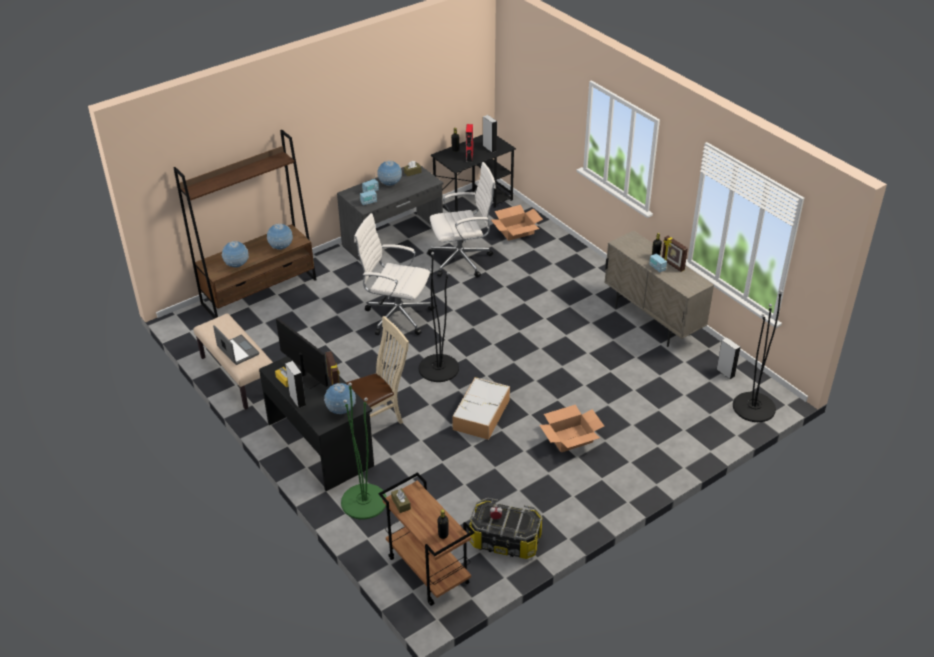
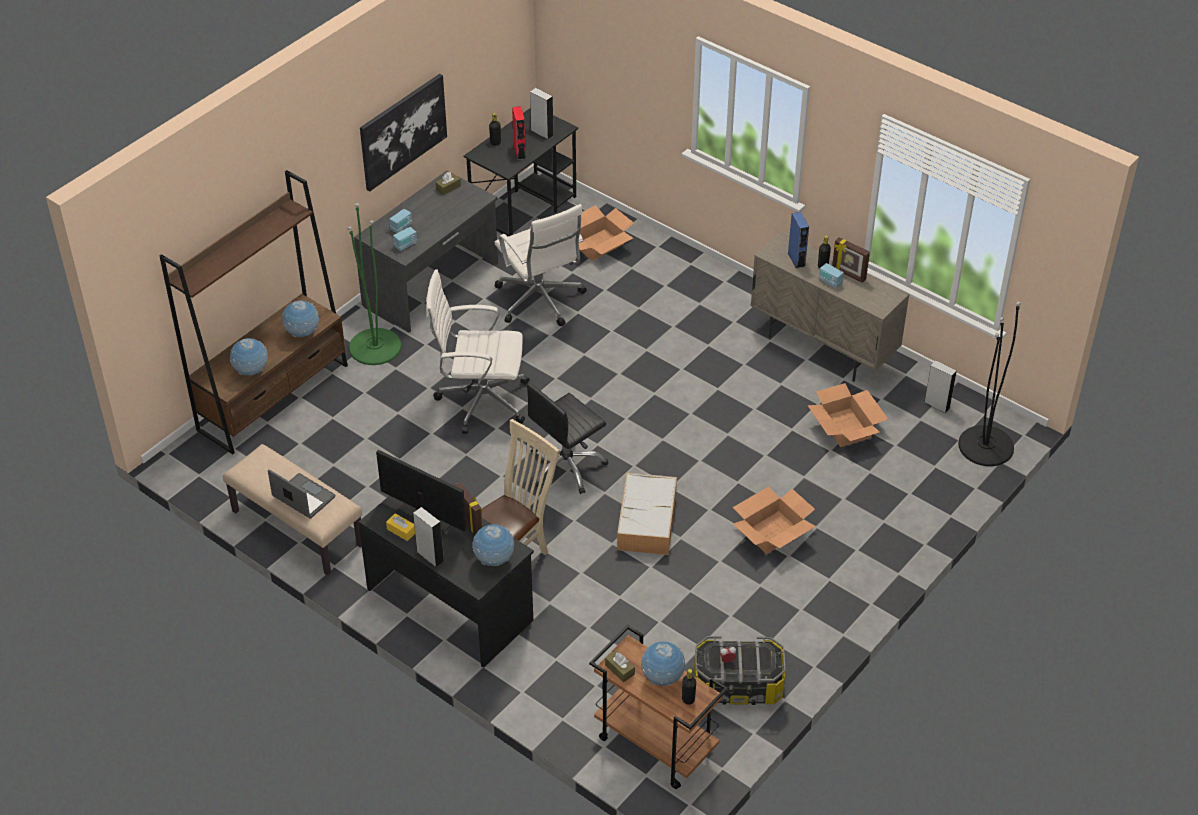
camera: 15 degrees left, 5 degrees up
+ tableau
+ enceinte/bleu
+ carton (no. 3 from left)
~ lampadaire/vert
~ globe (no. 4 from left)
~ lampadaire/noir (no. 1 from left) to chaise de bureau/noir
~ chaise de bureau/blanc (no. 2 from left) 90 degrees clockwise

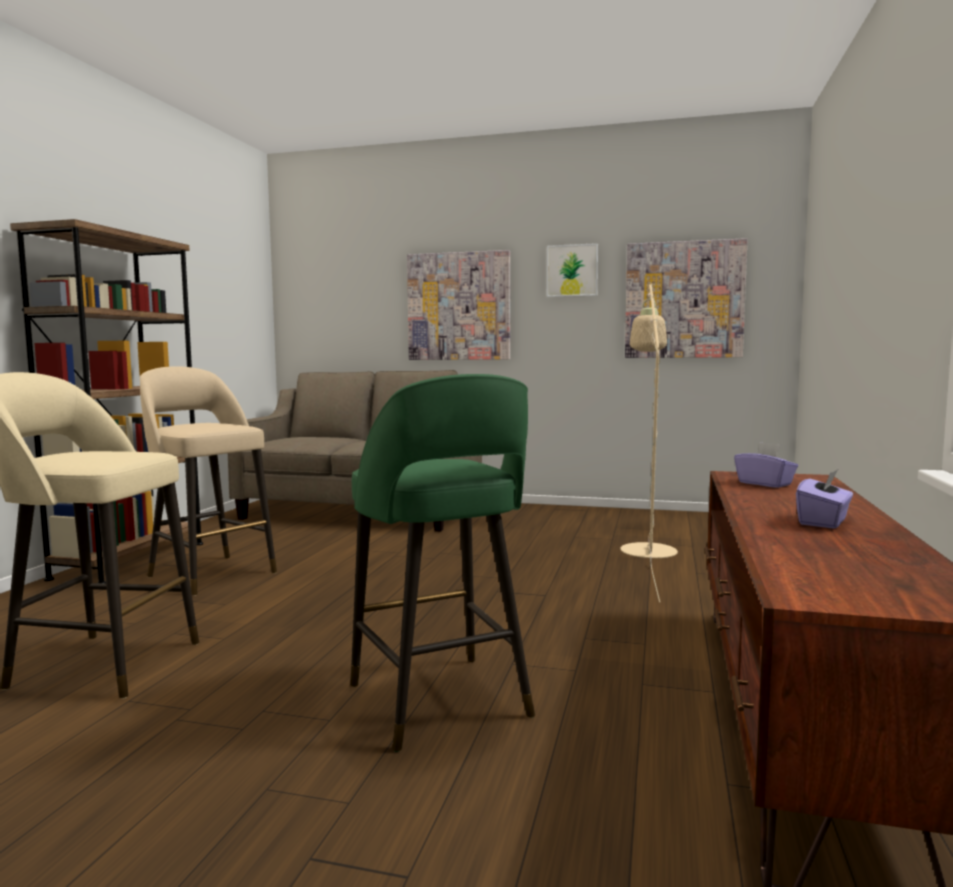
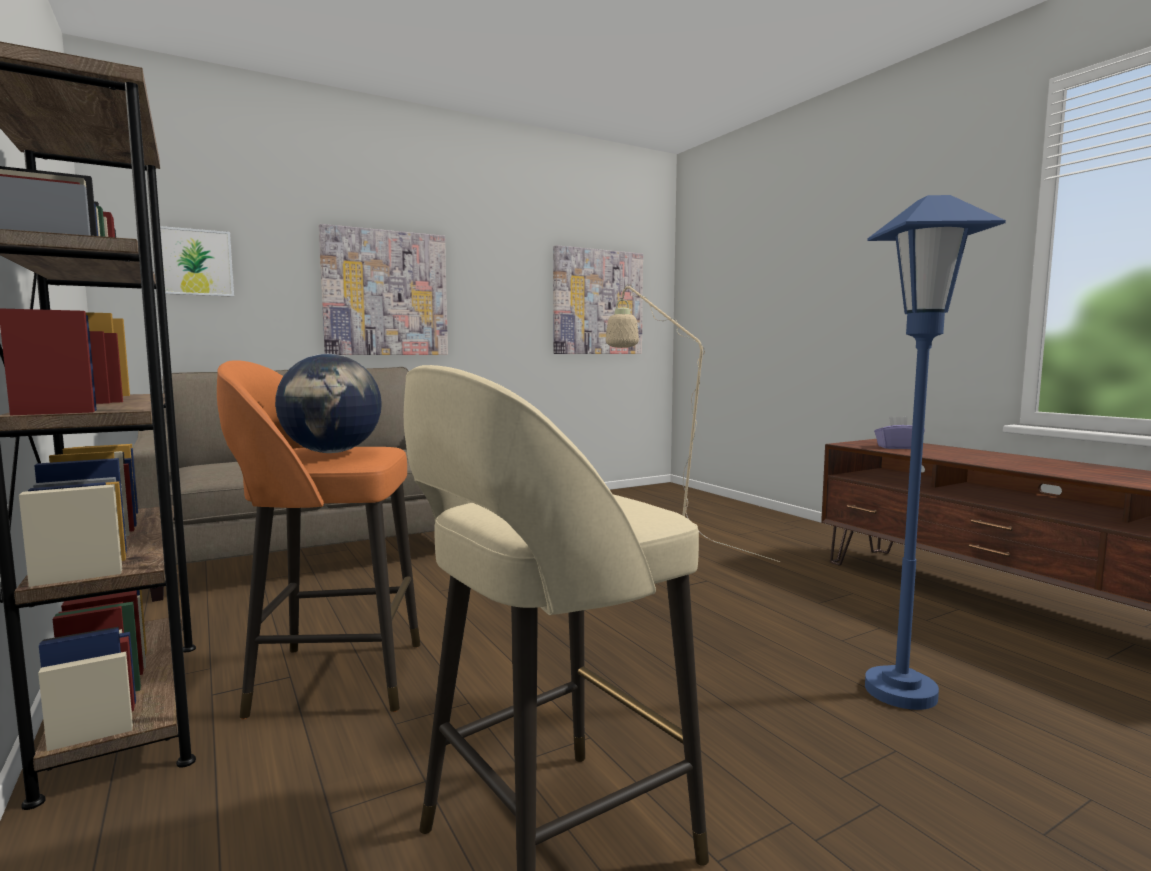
camera: 45 degrees left, 0 degrees up
- boîte à mouchoirs/violet (no. 2 from left)
+ globe
~ tableau (no. 2 from left in the first image) to tableau (no. 1 from left)
~ tabouret/vert to lampadaire/bleu
~ tabouret/beige (no. 2 from left) to tabouret/orange

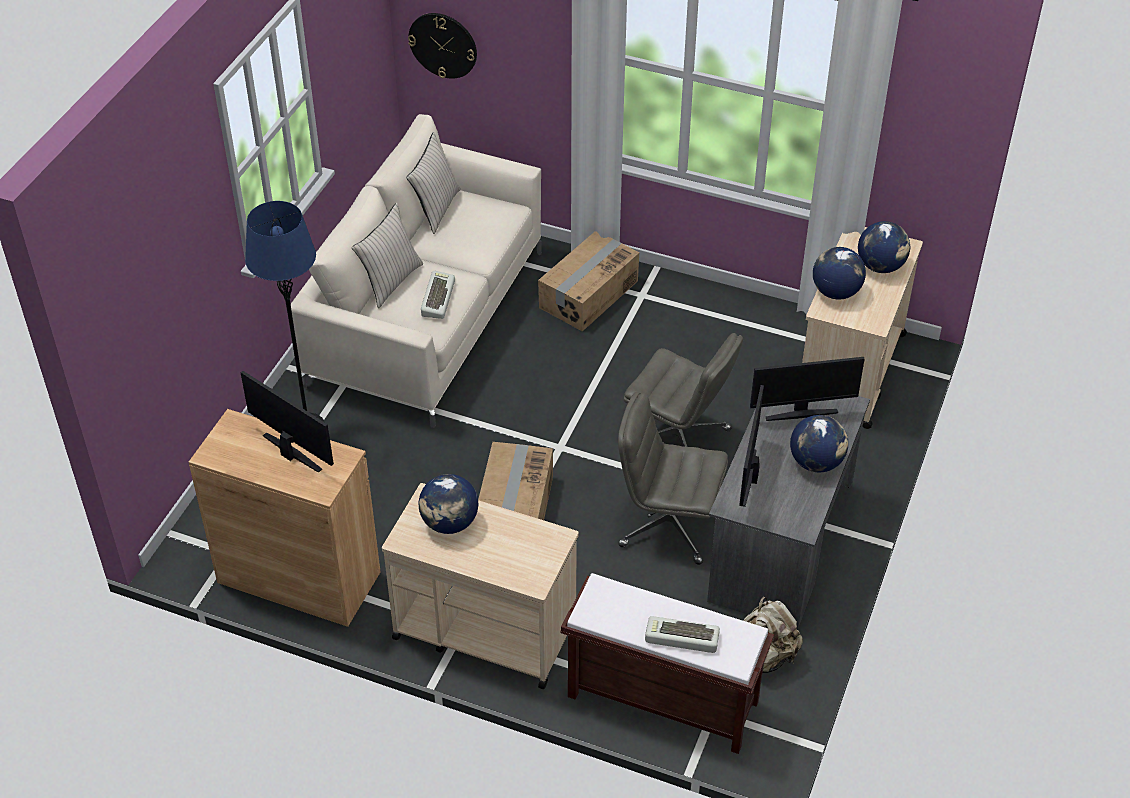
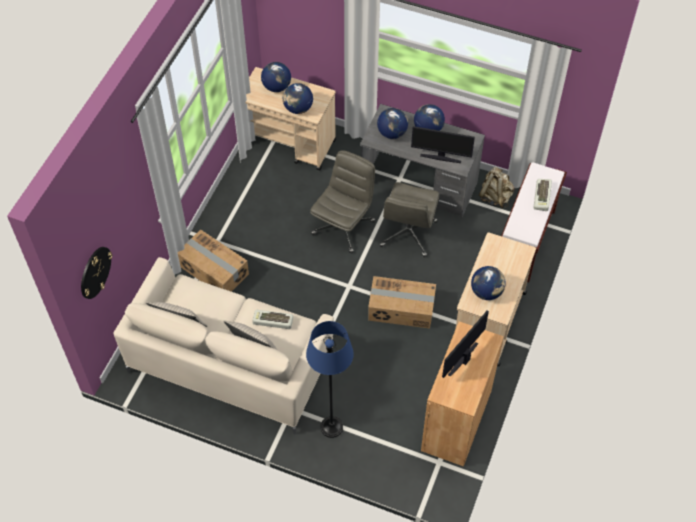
camera: 90 degrees left, 10 degrees up
~ écran d'ordinateur (no. 3 from left) to globe (no. 3 from left)

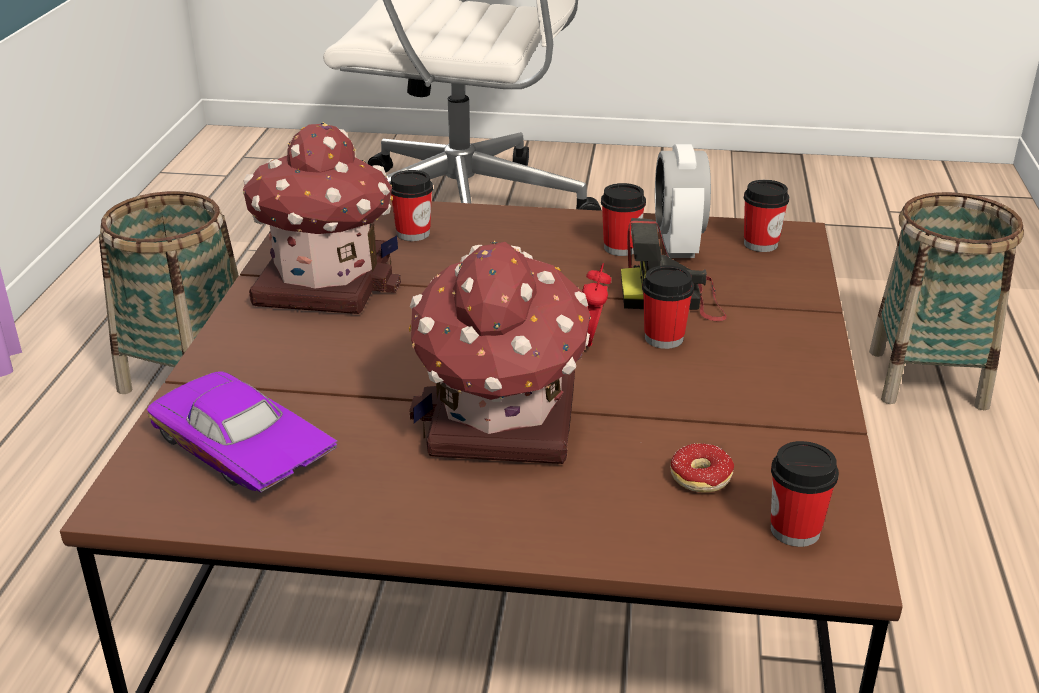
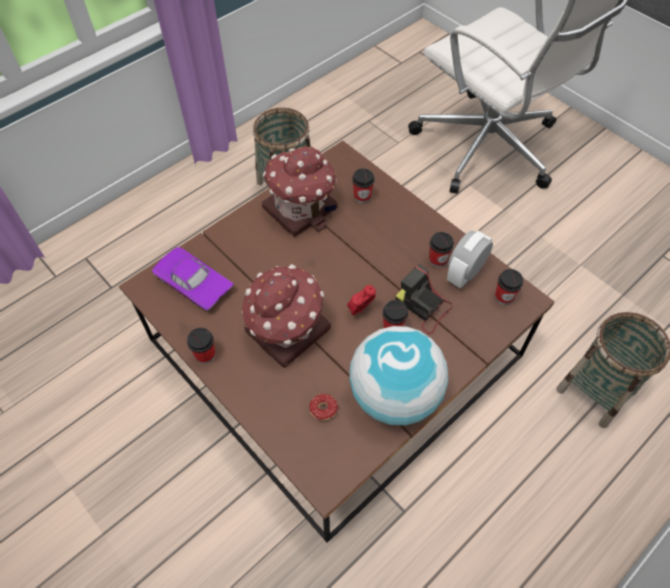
camera: 40 degrees right, 25 degrees up
+ globe
~ tasse (no. 5 from left in the first image) to tasse (no. 1 from left)
~ petite voiture/violet 45 degrees counterclockwise

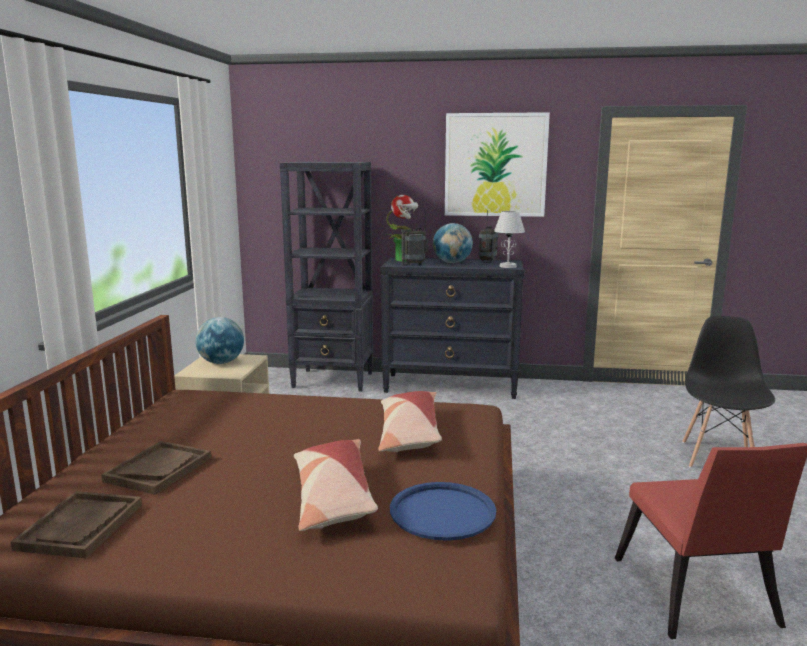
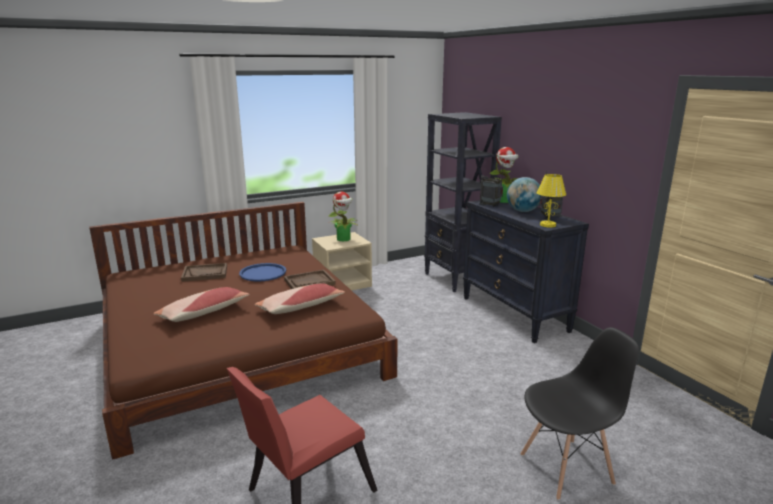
camera: 55 degrees right, 5 degrees up
- tableau
~ plateau/marron (no. 1 from left in the first image) to plateau/marron (no. 2 from left)
~ plateau/bleu
~ globe (no. 1 from left) to plante en pot (no. 1 from left)
~ lampe de table/blanc to lampe de table/jaune

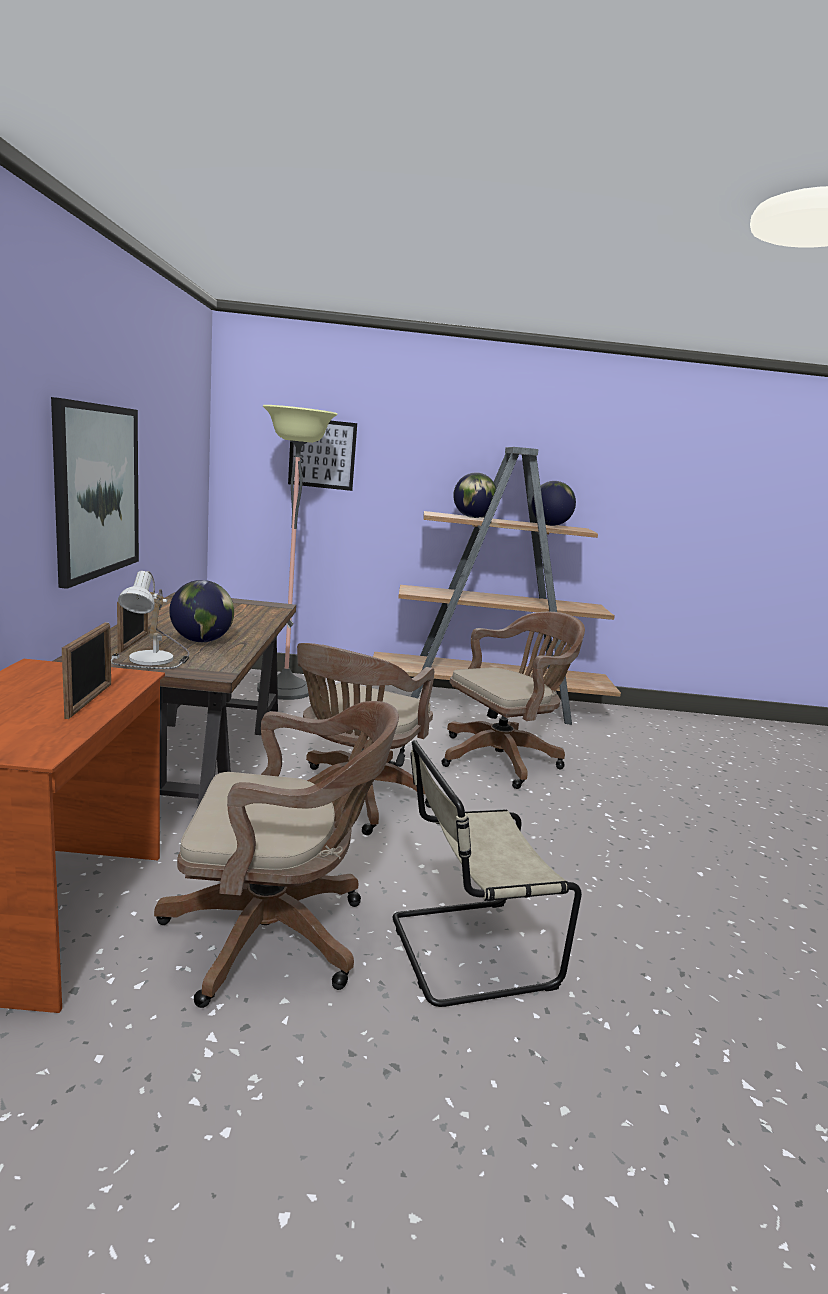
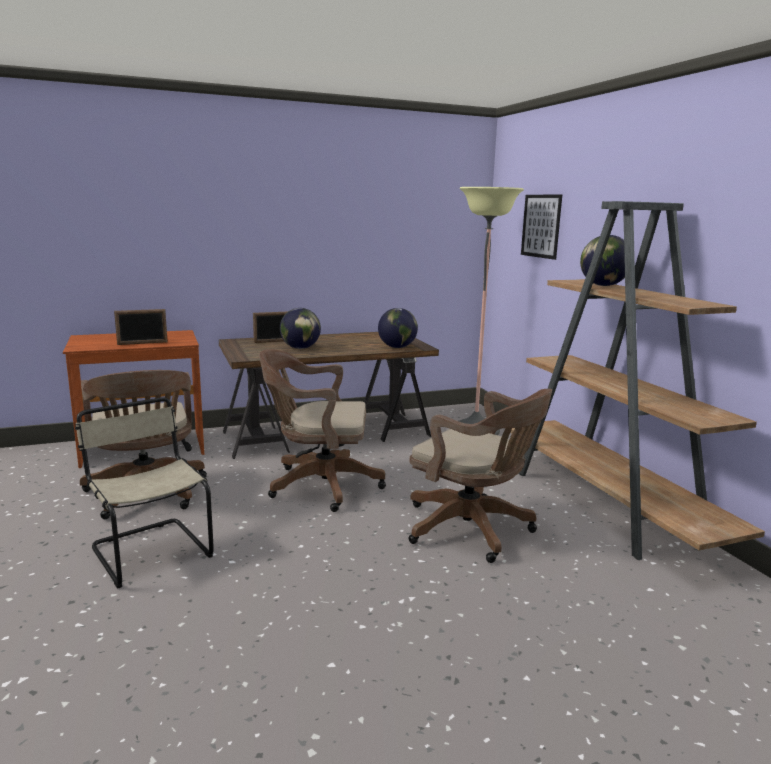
camera: 70 degrees right, 0 degrees up
- tableau (no. 1 from left)
- lampe de table
~ globe (no. 3 from left in the first image) to globe (no. 2 from left)

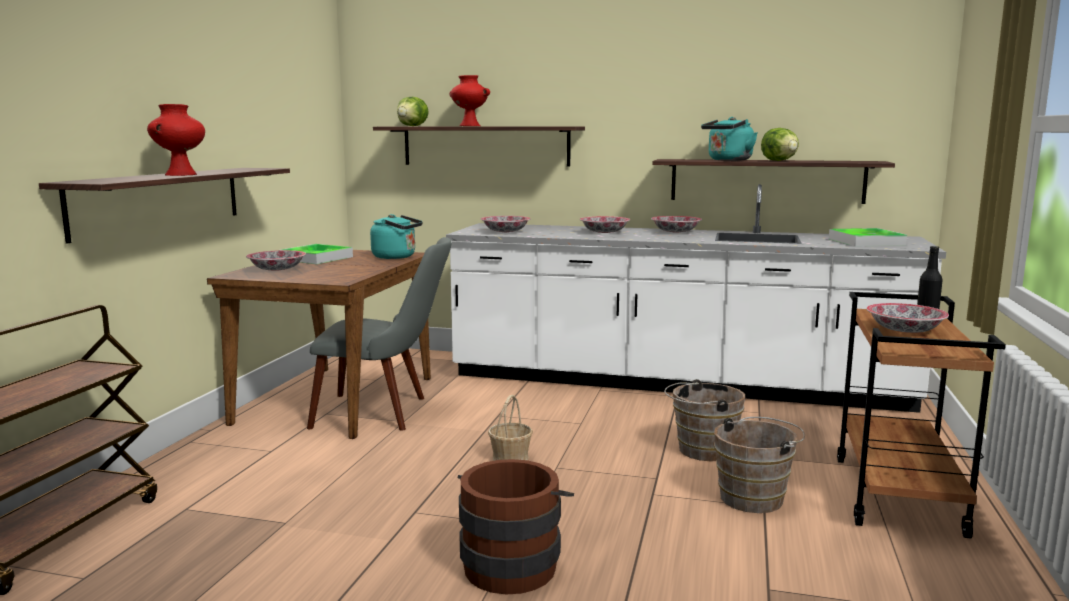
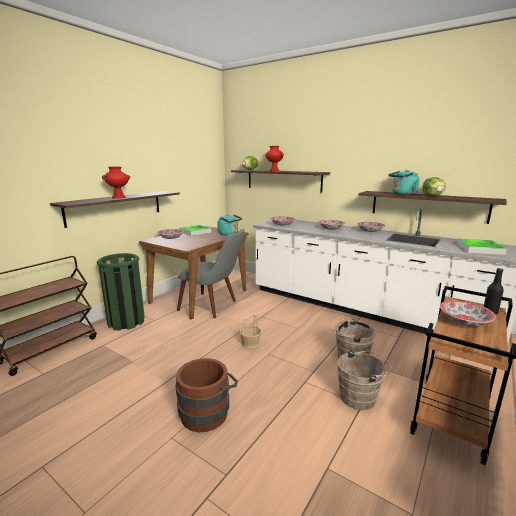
camera: 20 degrees right, 5 degrees up
+ poubelle/vert

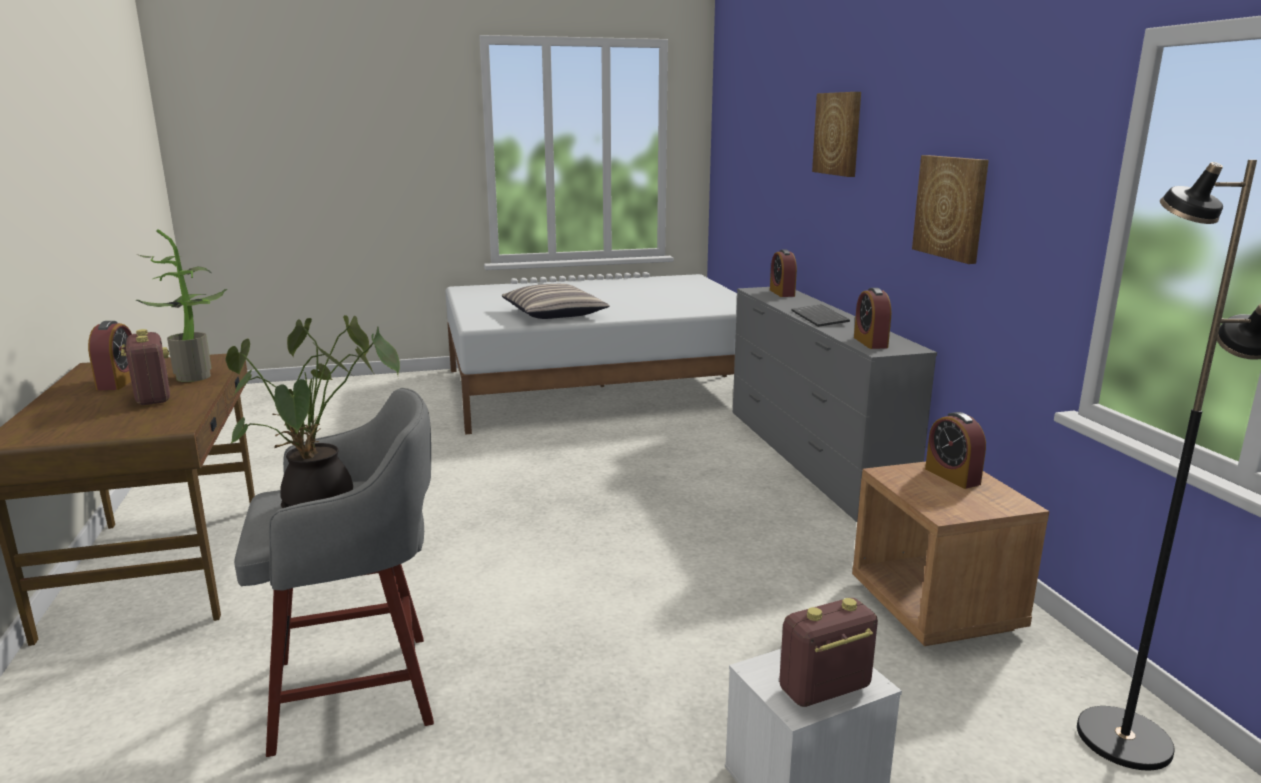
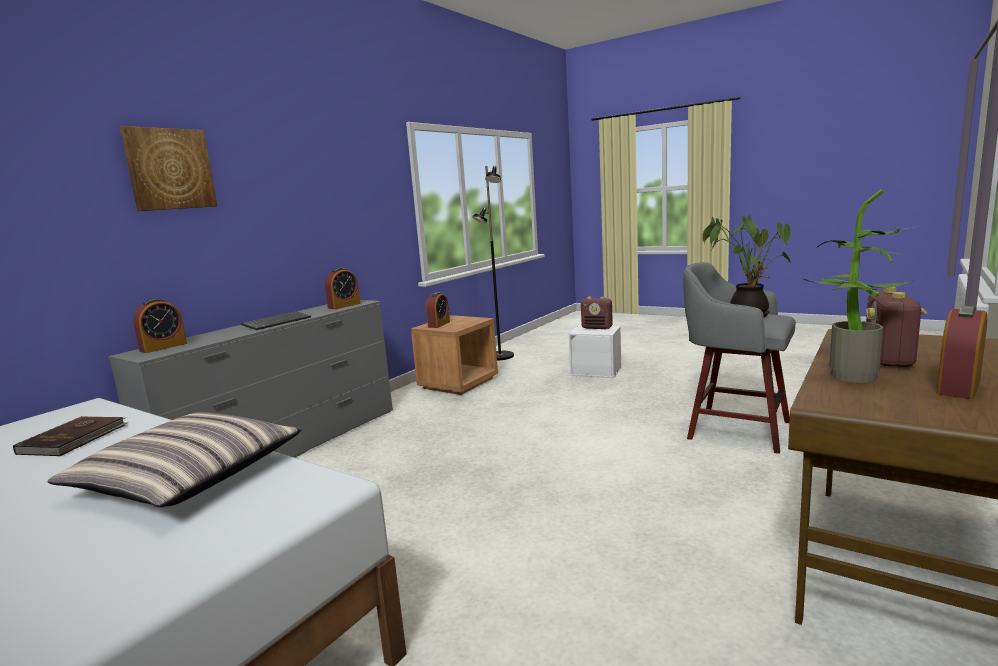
camera: 130 degrees left, 5 degrees down
- tableau (no. 2 from left)
+ livre/marron

